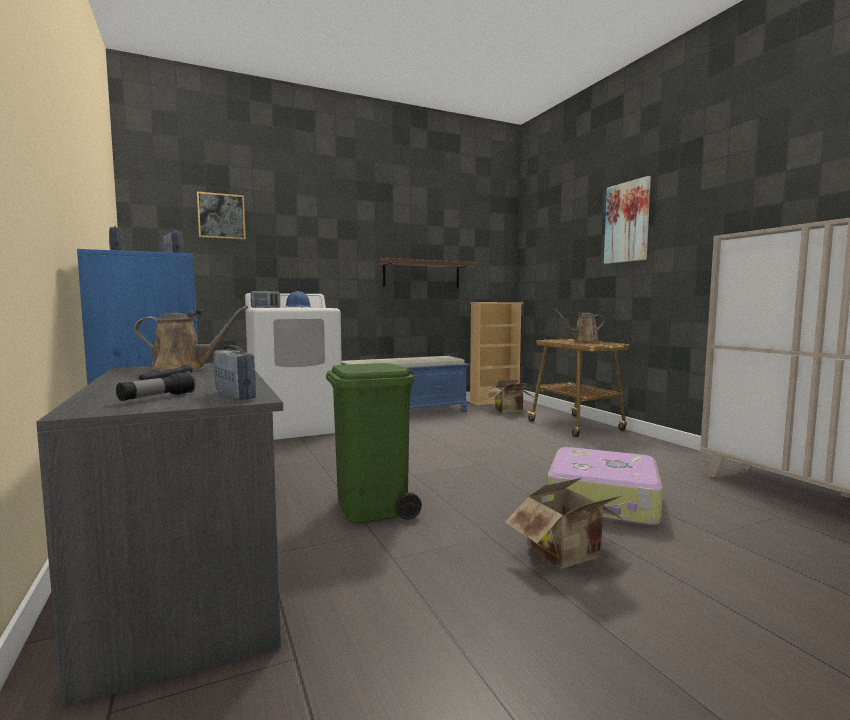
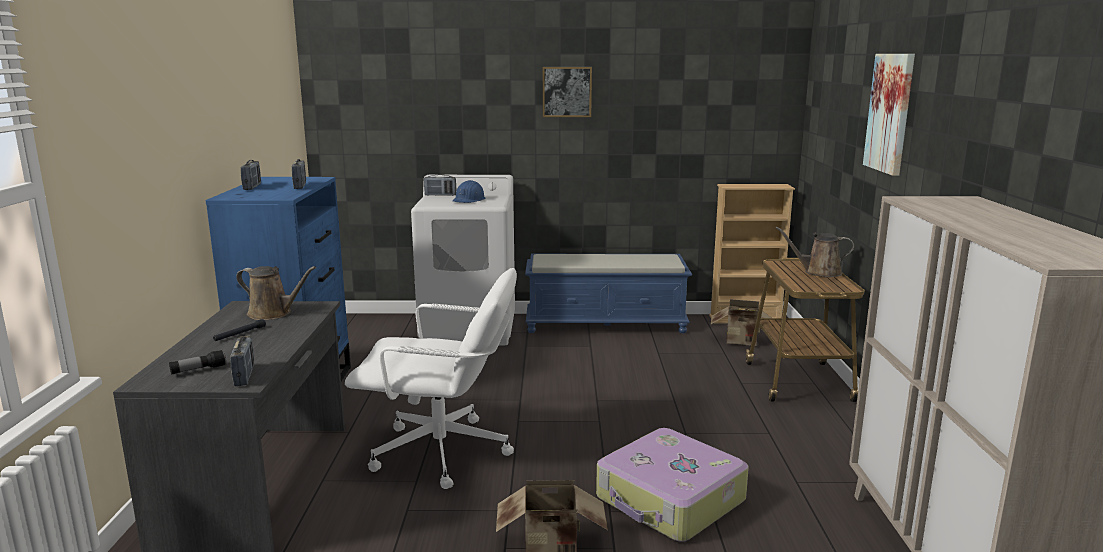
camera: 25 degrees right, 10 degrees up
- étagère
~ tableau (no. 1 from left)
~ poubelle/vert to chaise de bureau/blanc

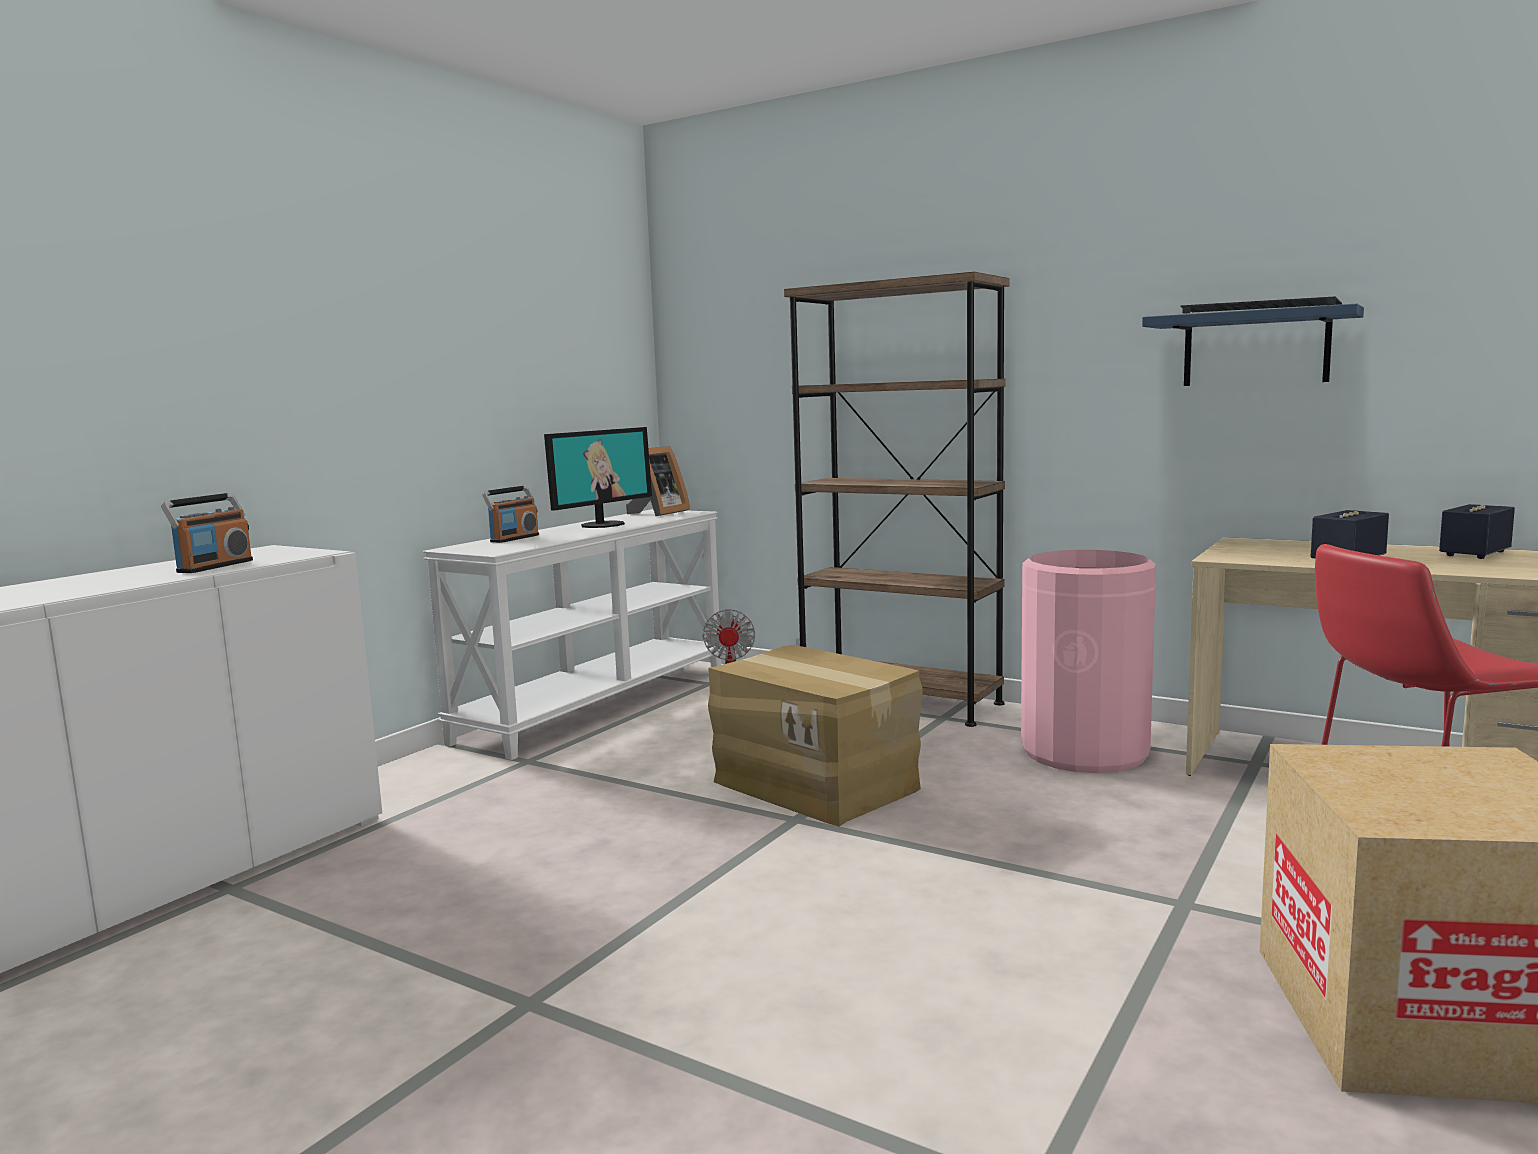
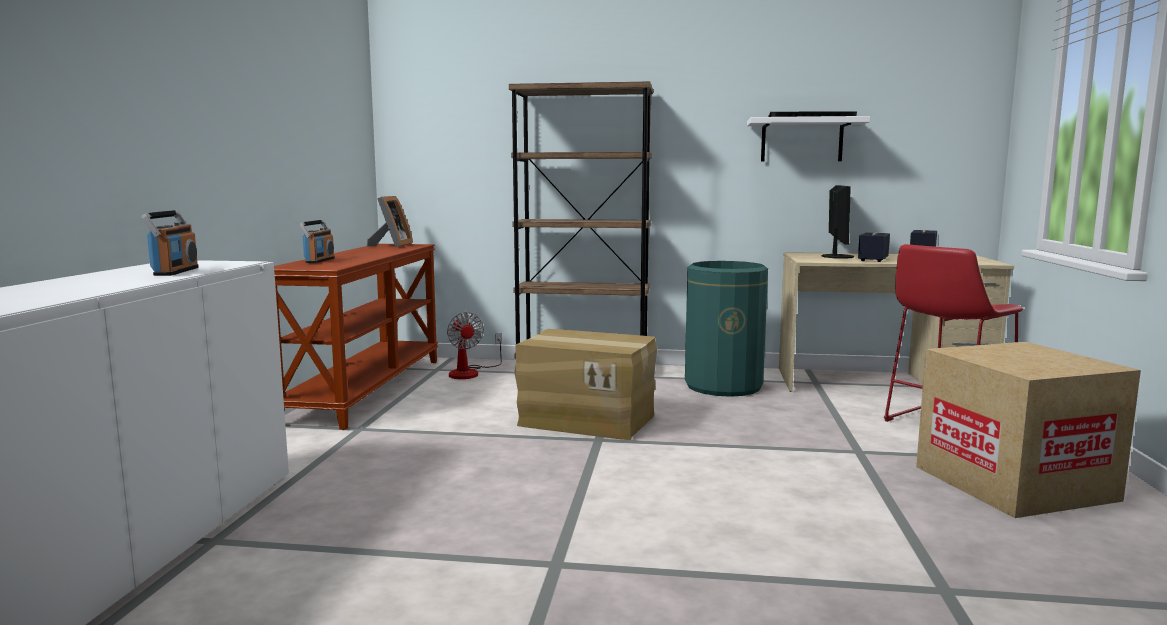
camera: 25 degrees left, 0 degrees up
~ écran d'ordinateur
~ table console/blanc to table console/marron
~ poubelle/rose to poubelle/vert
~ étagère/bleu to étagère/blanc

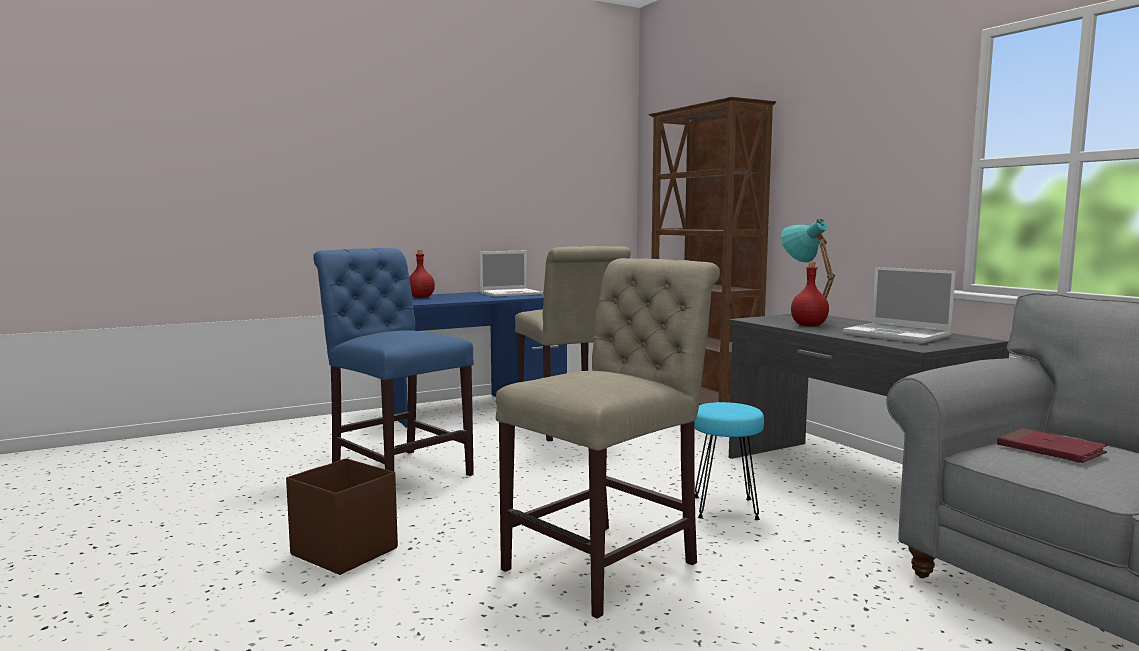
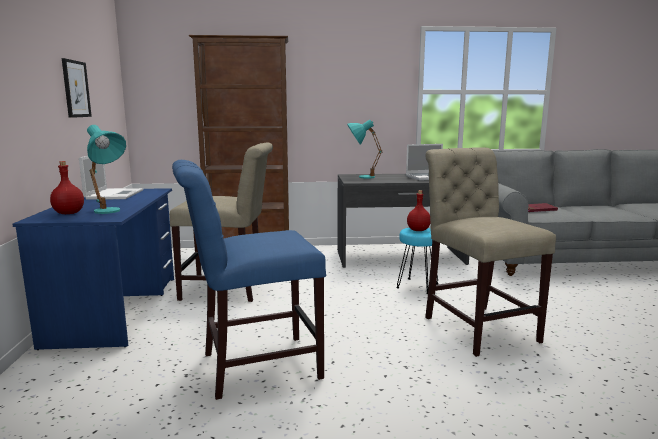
camera: 65 degrees left, 5 degrees up
- boîte de rangement/marron
+ tableau
+ lampe de table/turquoise (no. 1 from left)
~ bouteille/rouge (no. 2 from left)

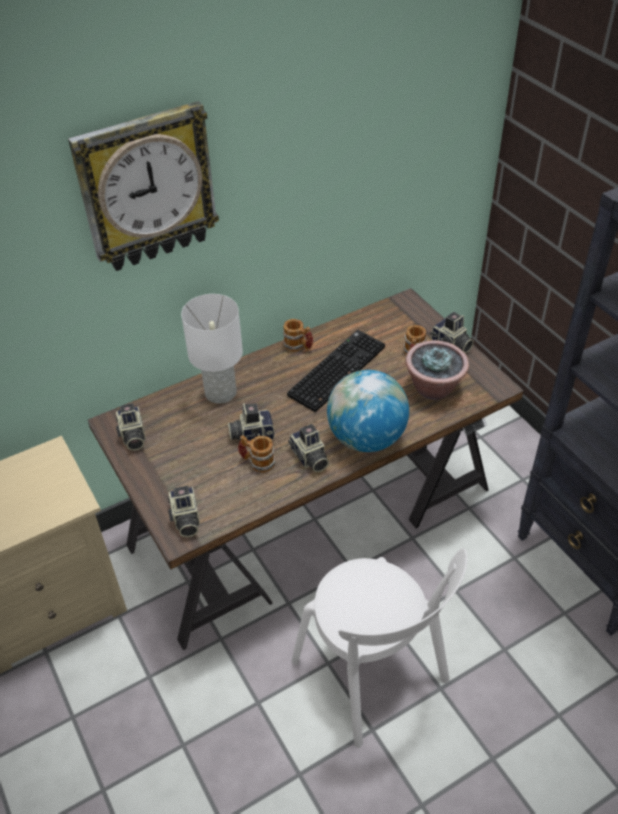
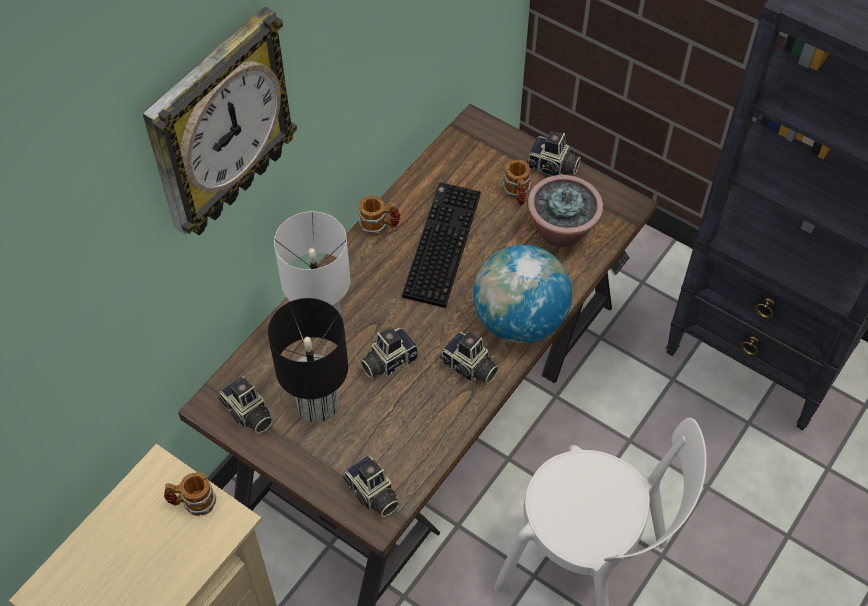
camera: 25 degrees left, 10 degrees up
+ lampe de table/noir
~ mug (no. 1 from left)

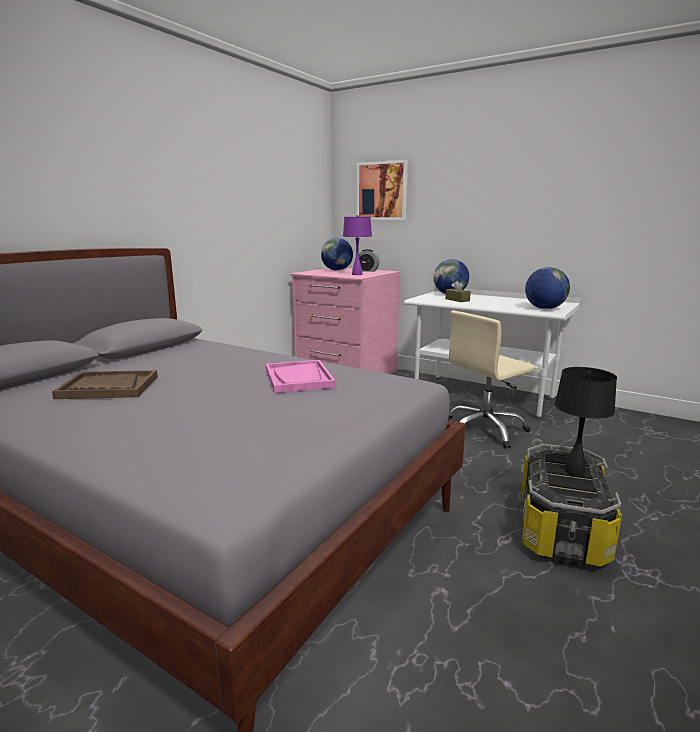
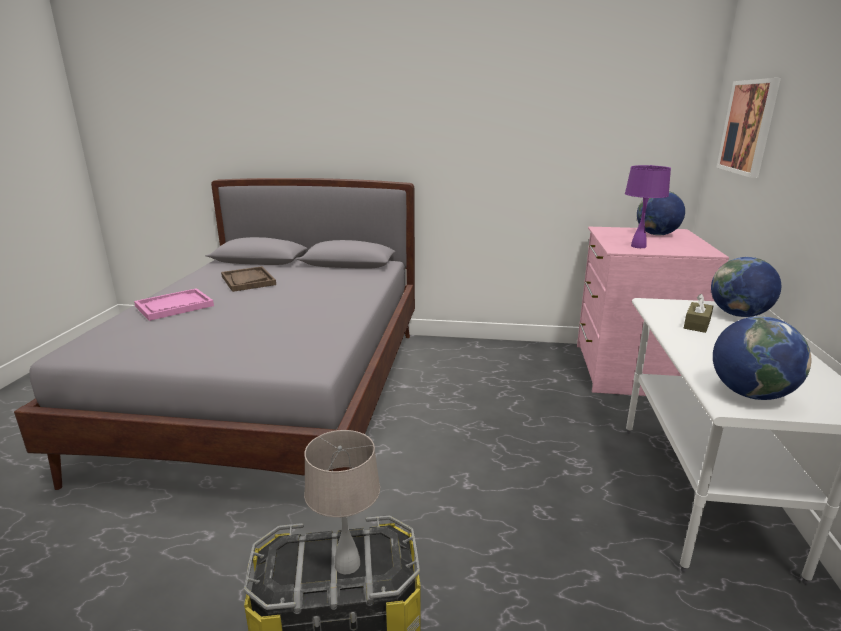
camera: 65 degrees right, 5 degrees up
- réveil
- chaise de bureau/beige
~ plateau/rose
~ lampe de table/noir to lampe de table/beige

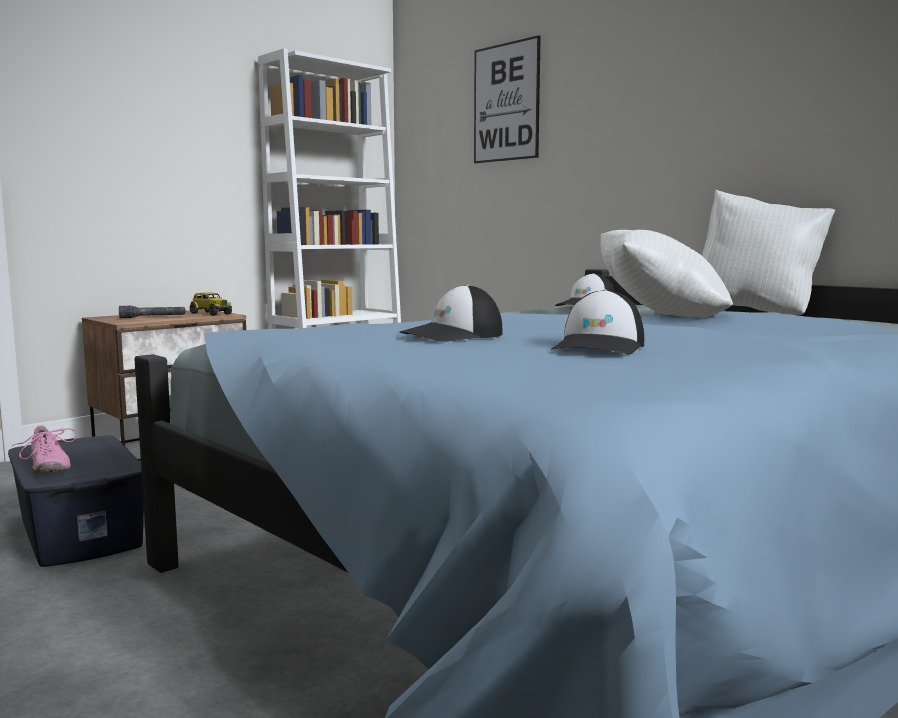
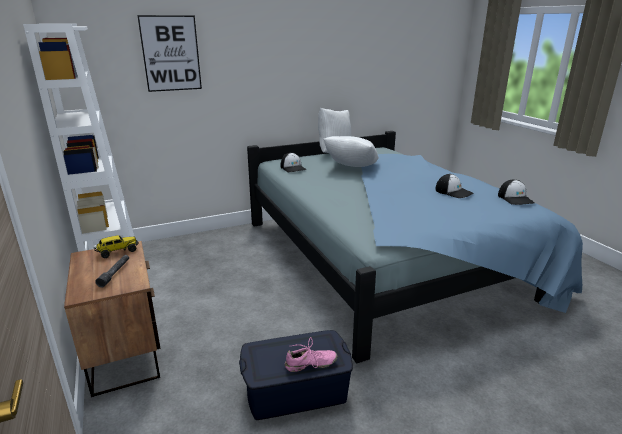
camera: 70 degrees left, 15 degrees up
~ casquette (no. 1 from left in the first image) to casquette (no. 3 from left)

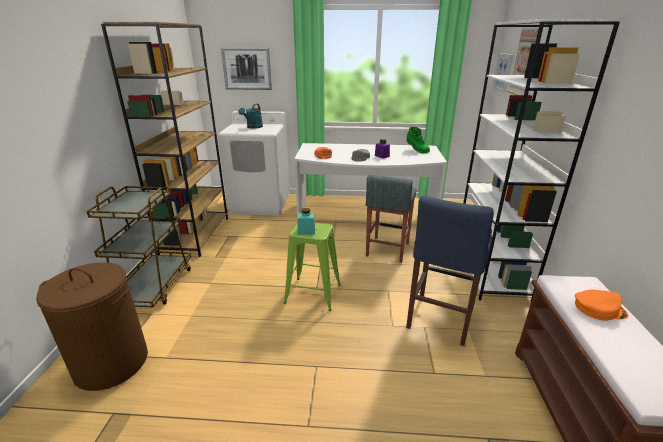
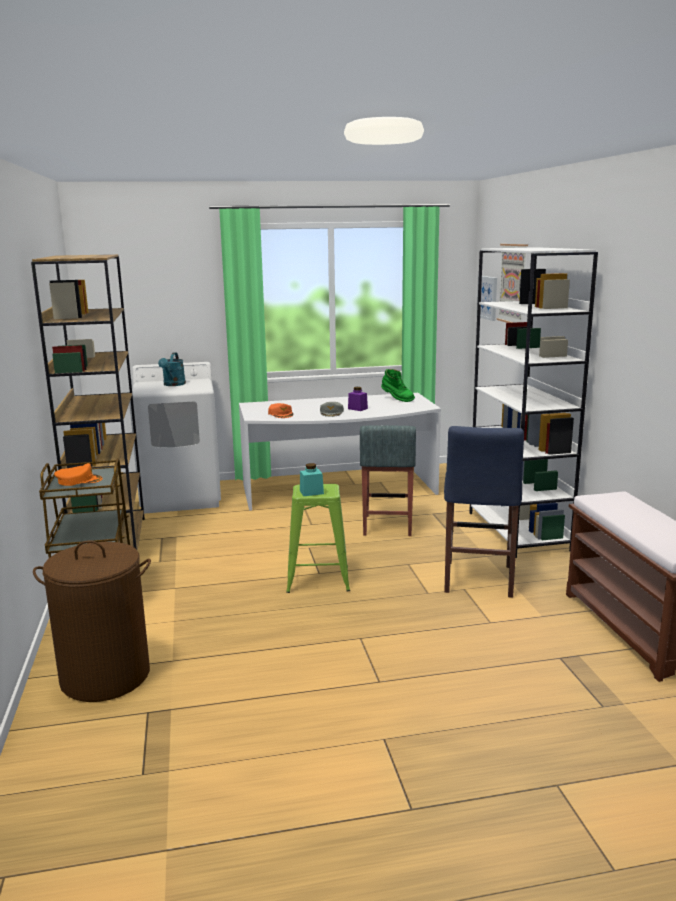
camera: 15 degrees left, 10 degrees down
- tableau (no. 1 from left)
~ casquette/orange (no. 2 from left in the first image) to casquette/orange (no. 1 from left)

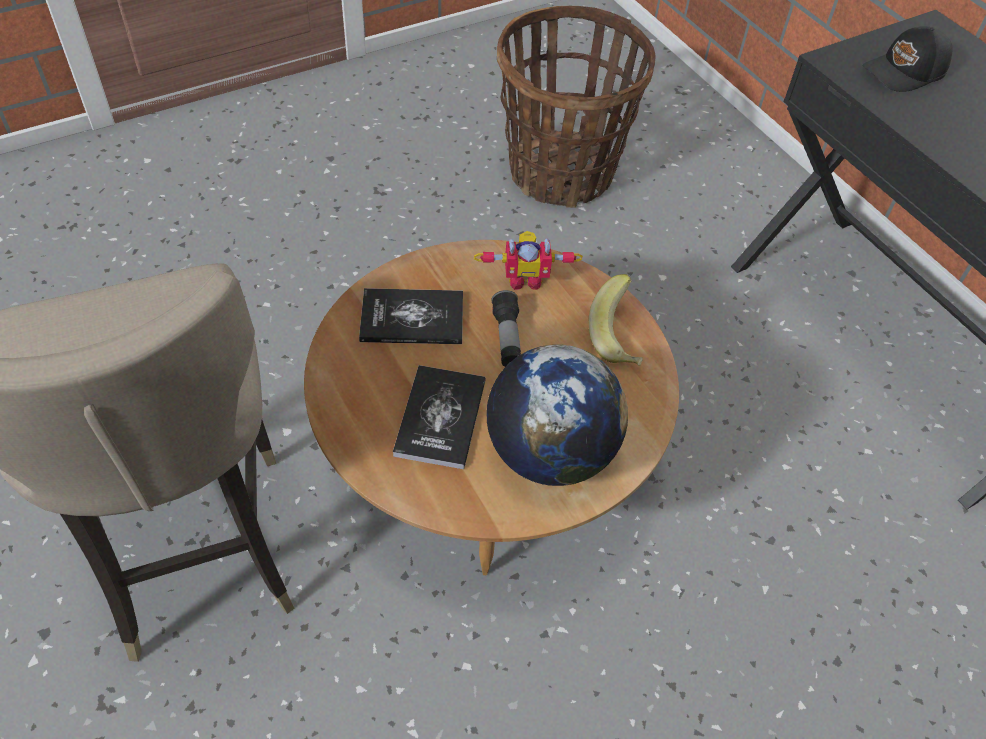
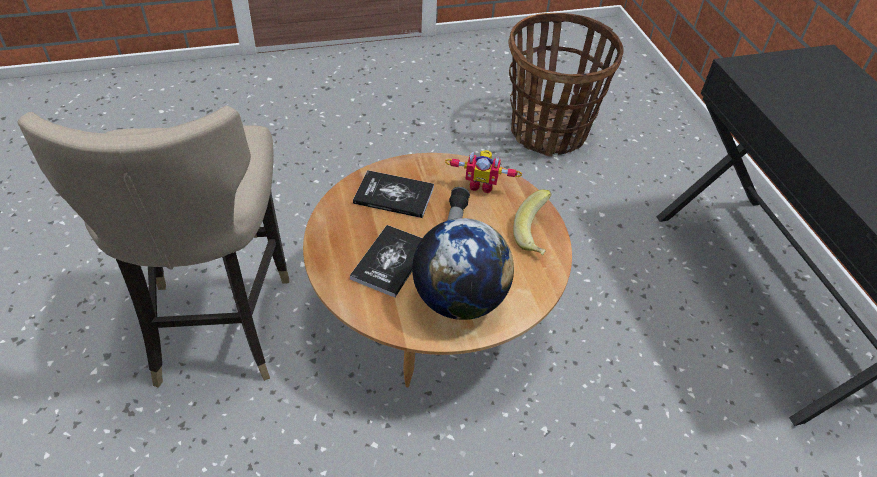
camera: 15 degrees right, 5 degrees down
- casquette/noir

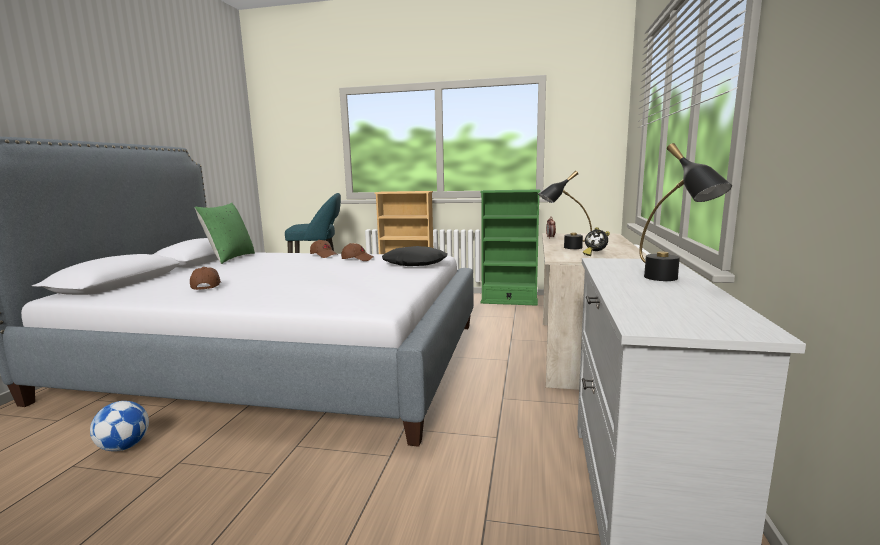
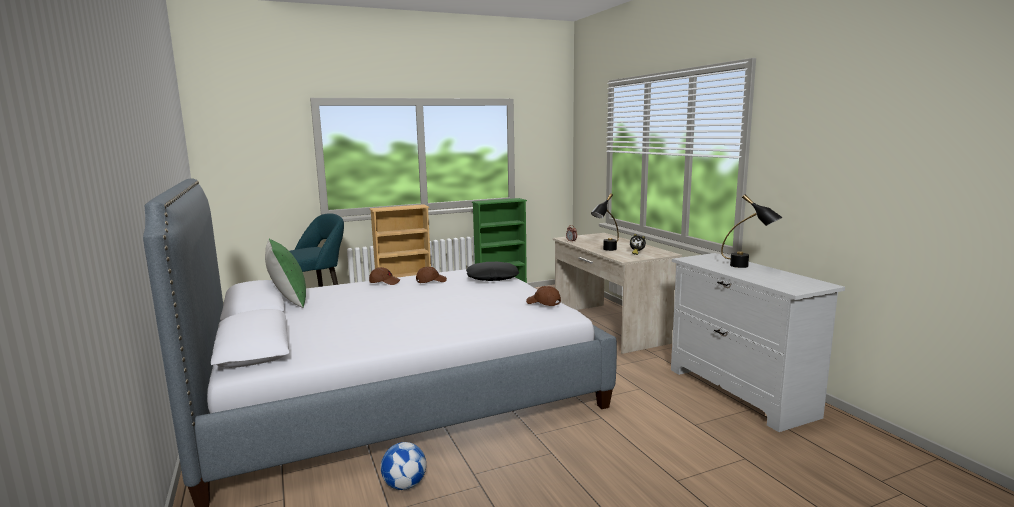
camera: 35 degrees left, 0 degrees up
~ casquette/marron (no. 1 from left in the first image) to casquette/marron (no. 3 from left)

